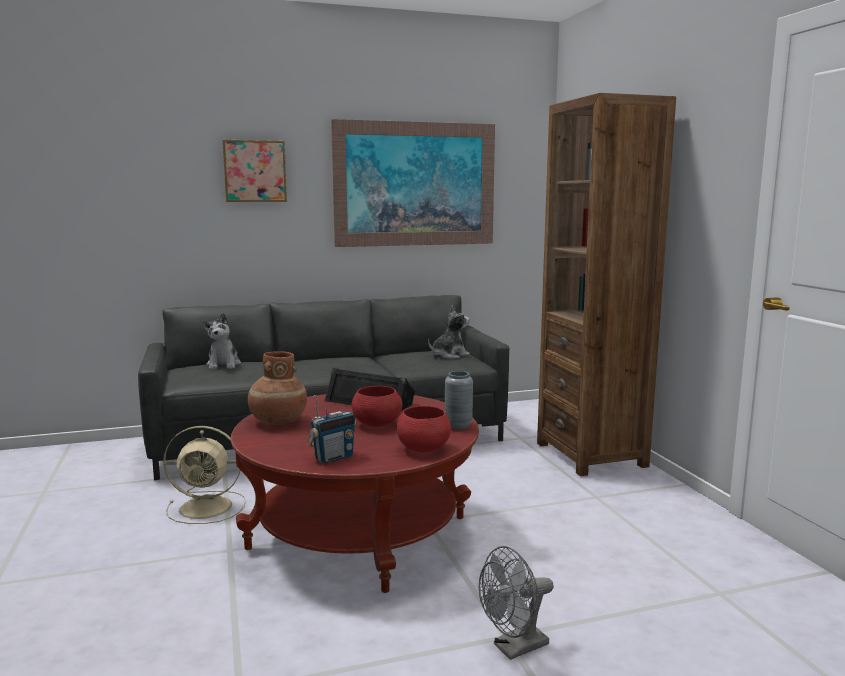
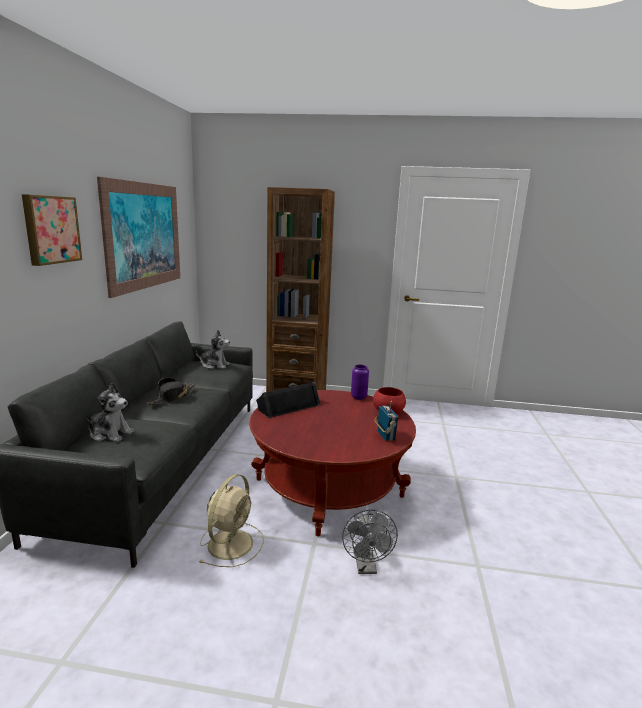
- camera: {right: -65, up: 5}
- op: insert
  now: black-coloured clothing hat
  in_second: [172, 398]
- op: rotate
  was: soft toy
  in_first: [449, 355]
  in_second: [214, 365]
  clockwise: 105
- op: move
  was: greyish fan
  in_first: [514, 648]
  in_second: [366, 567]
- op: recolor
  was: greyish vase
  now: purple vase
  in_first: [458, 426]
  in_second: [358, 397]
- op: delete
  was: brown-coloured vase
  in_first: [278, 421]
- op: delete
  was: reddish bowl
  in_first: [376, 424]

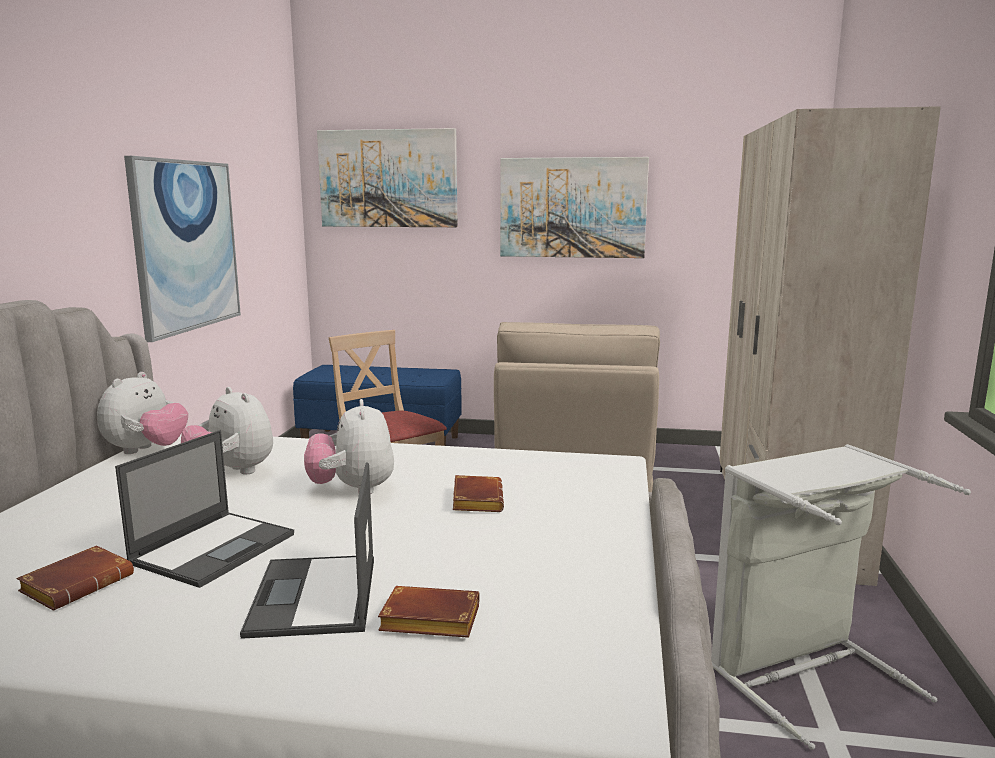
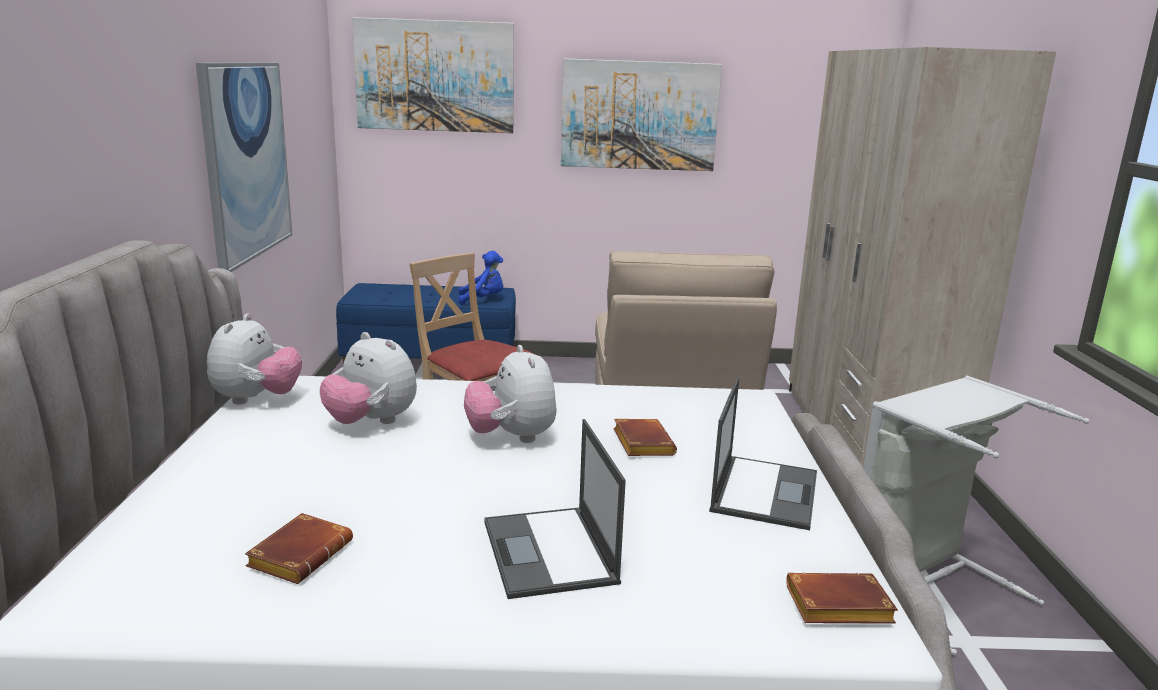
- camera: {right: -10, up: 5}
- op: insert
  now: blue-coloured soft toy
  in_second: [483, 300]
- op: move
  was: laptop
  in_first: [214, 548]
  in_second: [764, 491]
- op: move
  was: brown-coloured volume
  in_first: [427, 621]
  in_second: [836, 608]

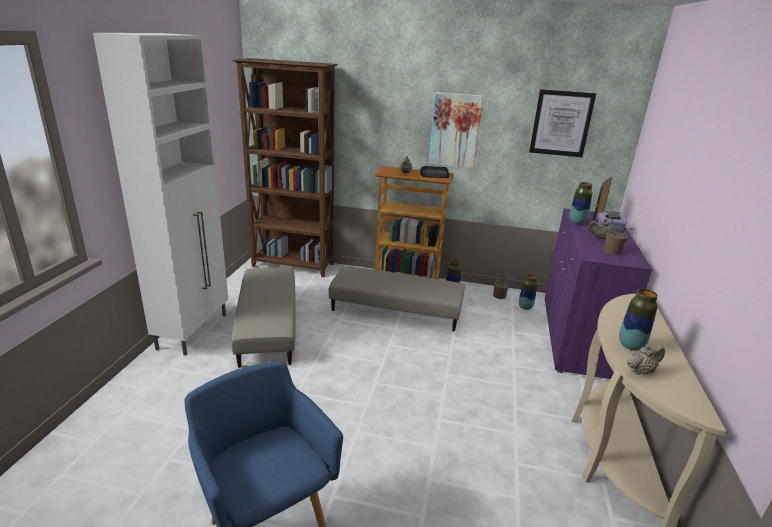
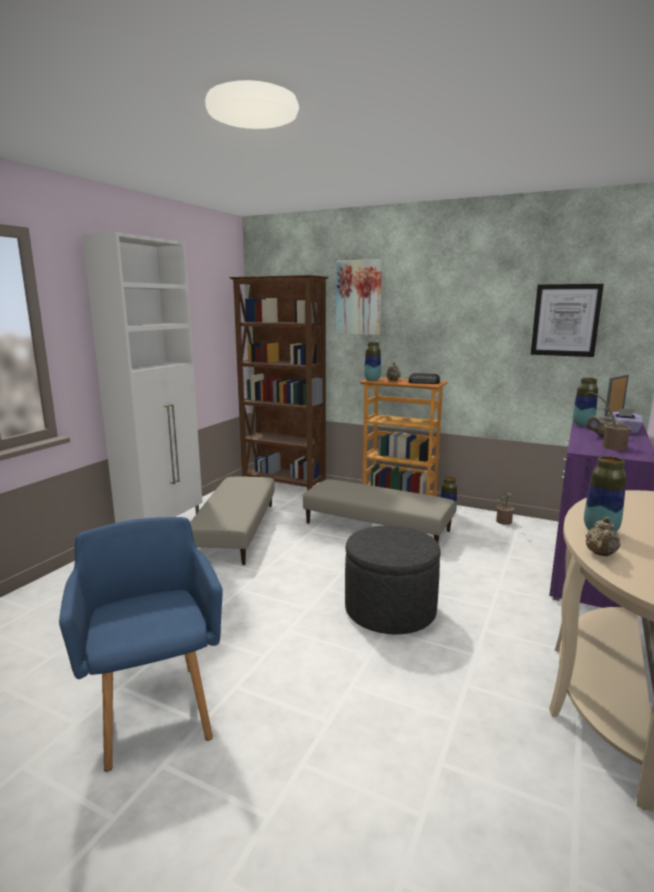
- camera: {right: 15, up: -10}
- op: move
  was: wall art
  in_first: [455, 130]
  in_second: [359, 298]
- op: insert
  now: greyish pouffe
  in_second: [390, 610]
- op: move
  was: vase
  in_first: [525, 307]
  in_second: [372, 380]
- op: rotate
  was: beige-coloured teapot
  in_first: [641, 371]
  in_second: [600, 554]
  clockwise: 120

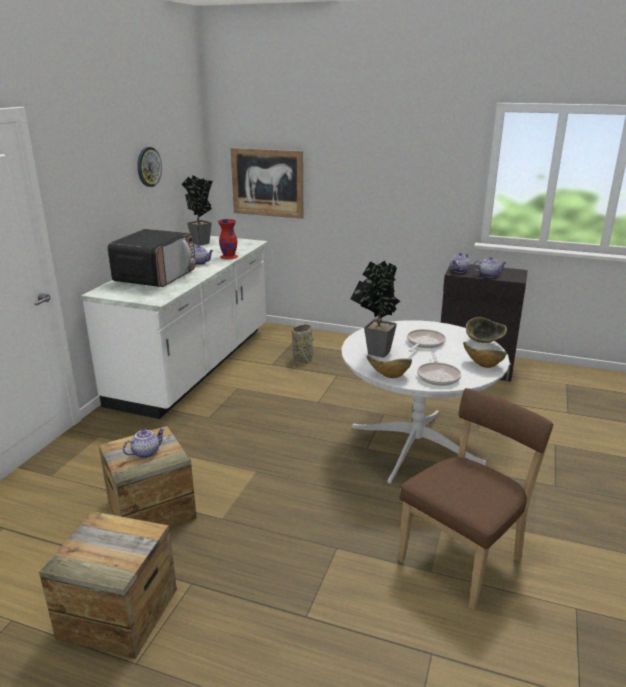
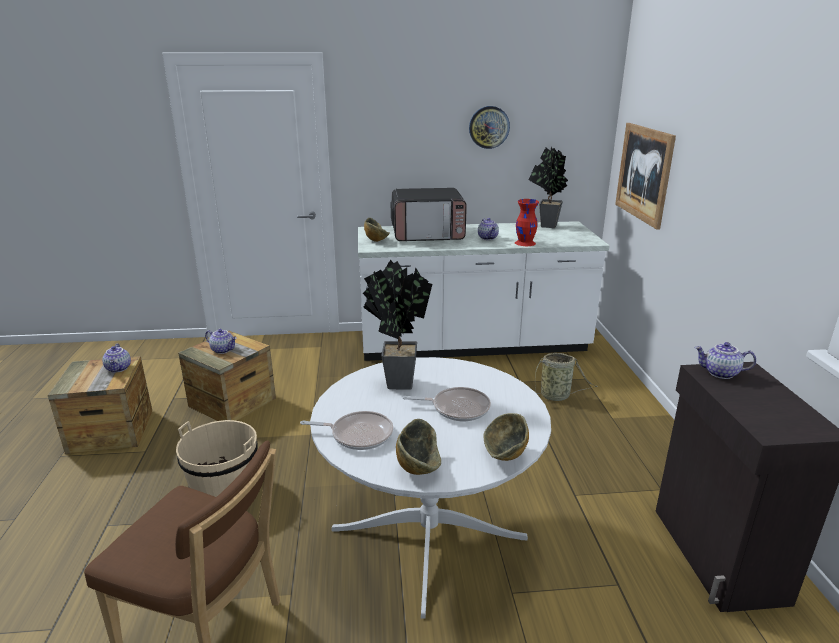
- camera: {right: 65, up: 0}
- op: move
  was: teapot
  in_first: [488, 275]
  in_second: [119, 368]
- op: insert
  now: beige-coloured bucket
  in_second: [224, 488]
- op: rotate
  was: skillet
  in_first: [438, 376]
  in_second: [358, 434]
  clockwise: -150
- op: move
  was: bowl
  in_first: [388, 376]
  in_second: [376, 240]

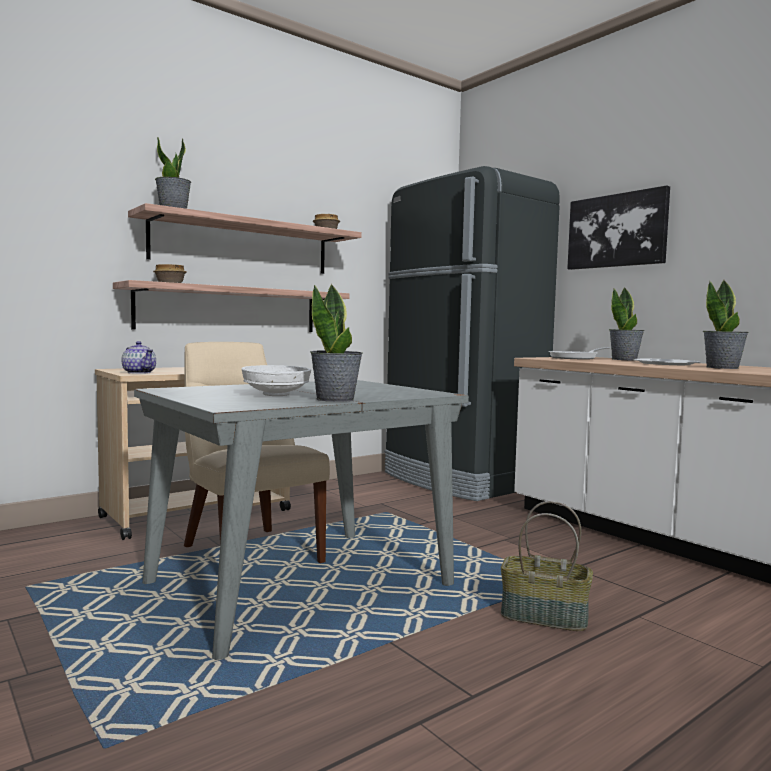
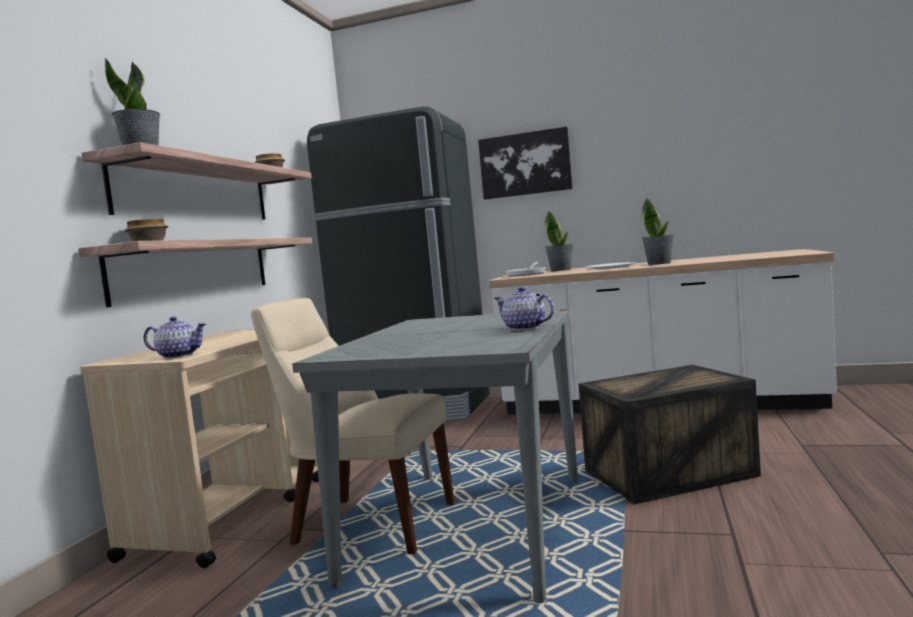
- camera: {right: -35, up: 0}
- op: replace
  was: potted plant
  now: teapot
  in_first: [336, 399]
  in_second: [525, 328]
- op: replace
  was: storage basket
  now: shipping crate
  in_first: [543, 616]
  in_second: [667, 474]
- op: delete
  was: white bowl
  in_first: [275, 394]

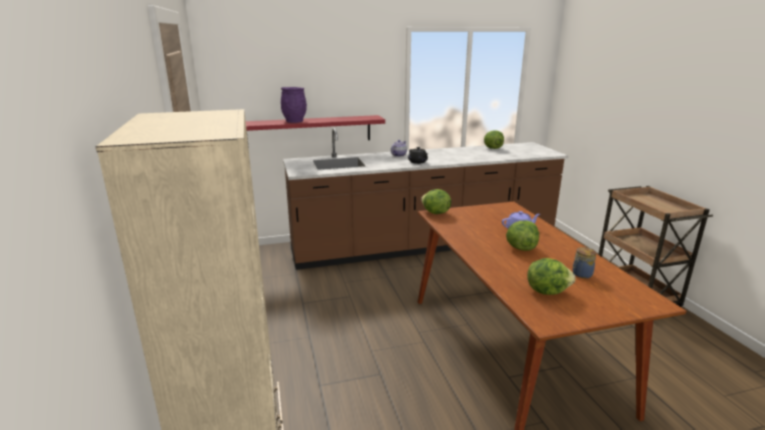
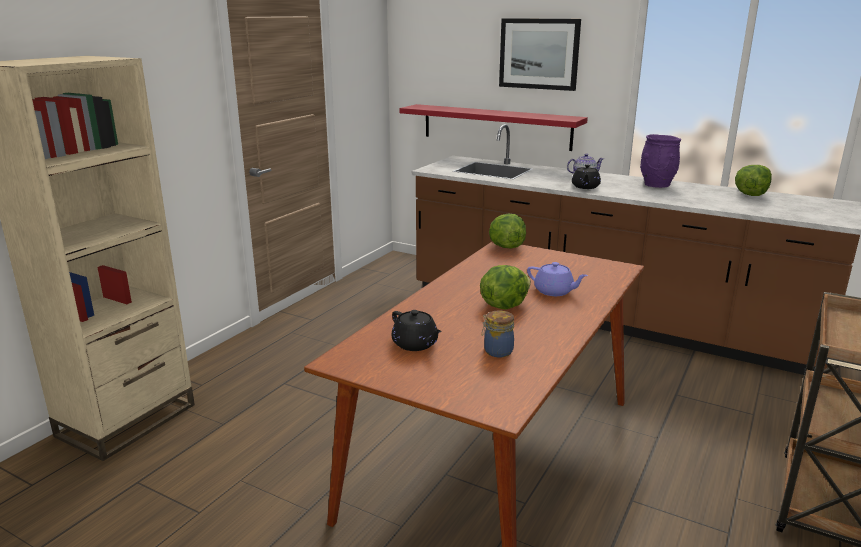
- camera: {right: 45, up: 0}
- op: replace
  was: head of lettuce
  now: black-coloured teapot
  in_first: [546, 291]
  in_second: [415, 344]
- op: insert
  now: wall art
  in_second: [539, 54]
- op: move
  was: purple vase
  in_first: [294, 121]
  in_second: [657, 185]

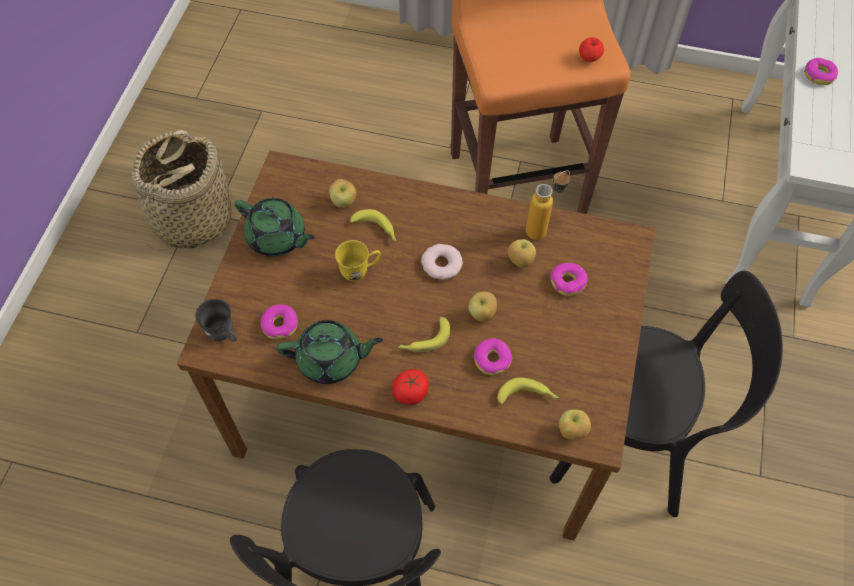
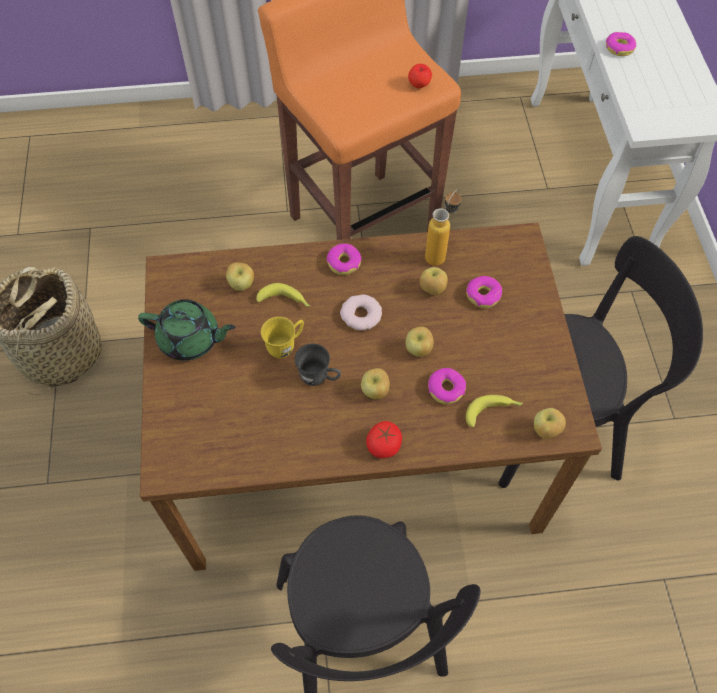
- camera: {right: -20, up: 0}
- op: move
  was: greyish coffee mug
  in_first: [224, 335]
  in_second: [319, 378]
- op: move
  was: ring doughnut
  in_first: [280, 325]
  in_second: [344, 262]
- op: replace
  was: banana
  now: apple
  in_first: [424, 340]
  in_second: [375, 391]
- op: delete
  was: greenish teapot
  in_first: [331, 360]

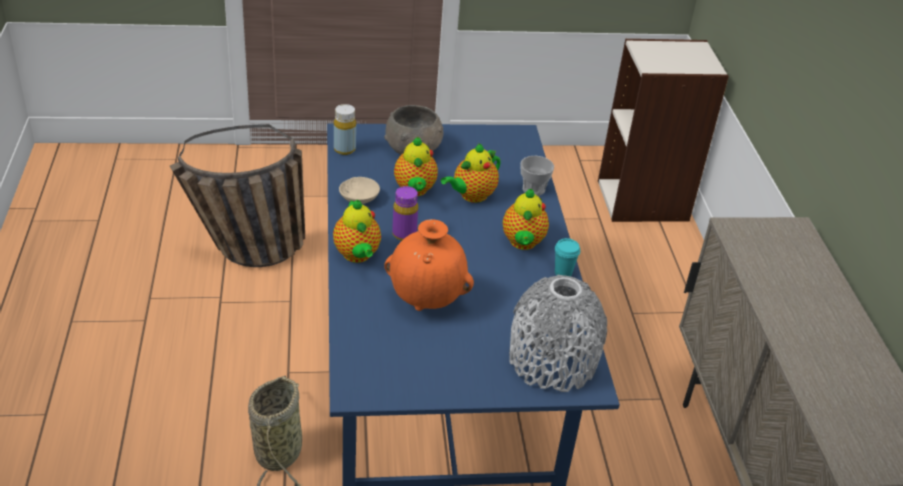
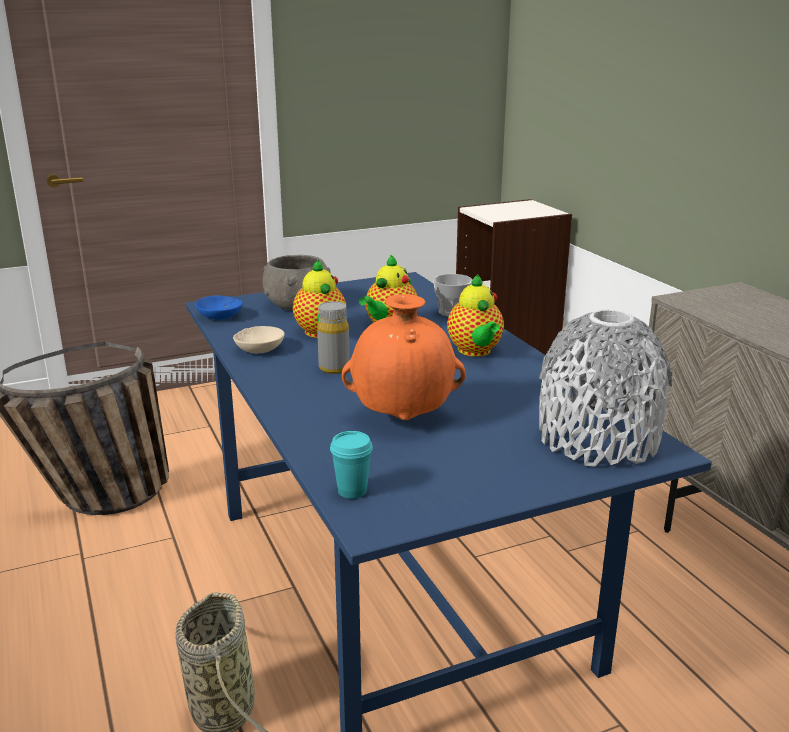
- camera: {right: -15, up: -15}
- op: replace
  was: yellow drink bottle
  now: blue-coloured bowl
  in_first: [344, 149]
  in_second: [218, 317]
- op: recolor
  was: purple drink bottle
  now: greyish drink bottle
  in_first: [404, 234]
  in_second: [334, 368]
- op: move
  was: turquoise-coloured cup
  in_first: [563, 273]
  in_second: [352, 491]
- op: delete
  was: teapot
  in_first: [357, 256]

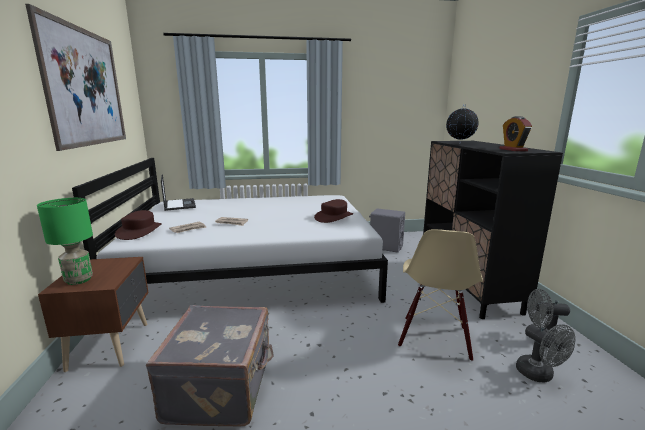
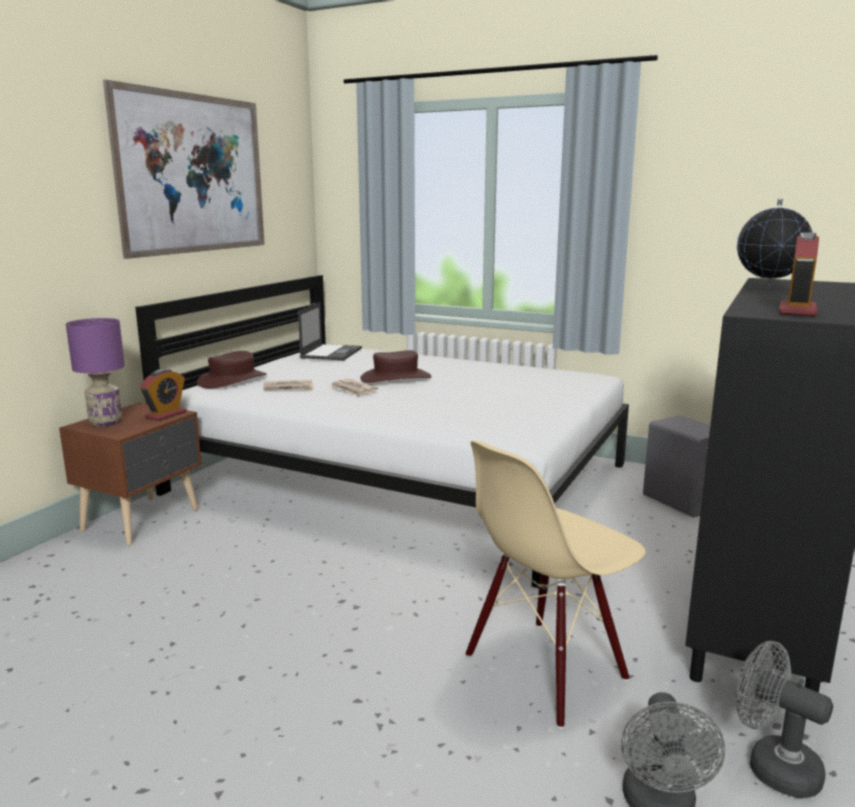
- camera: {right: 35, up: 0}
- op: recolor
  was: greenish table lamp
  now: purple table lamp
  in_first: [79, 280]
  in_second: [106, 422]
- op: insert
  now: bedside clock
  in_second: [166, 415]
- op: move
  was: brown-coloured clothing hat
  in_first: [334, 217]
  in_second: [396, 378]
- op: delete
  was: greyish travel case
  in_first: [222, 387]

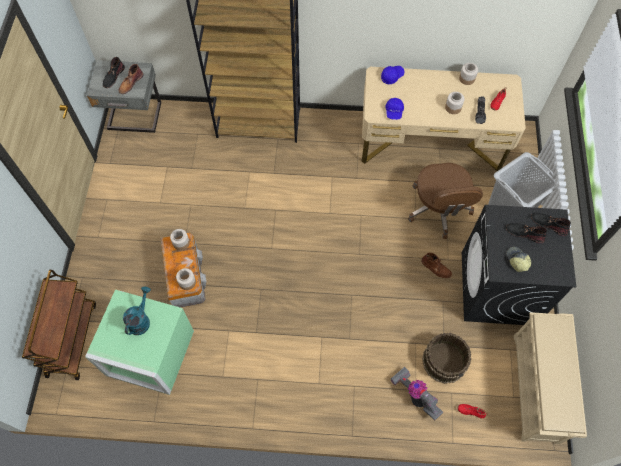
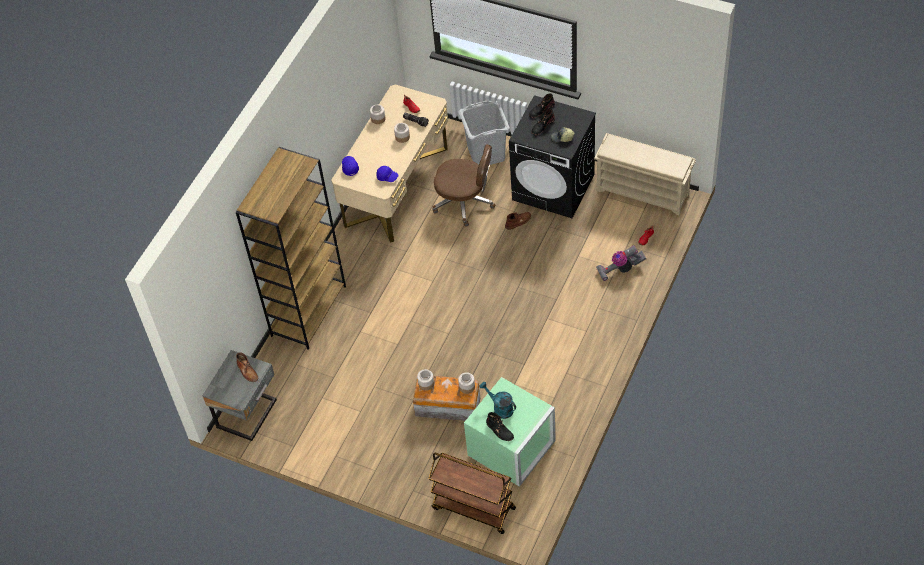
- camera: {right: -65, up: -10}
- op: move
  was: black-coloured tall boot
  in_first: [113, 77]
  in_second: [499, 430]
- op: delete
  was: brown-coloured bucket
  in_first: [444, 361]

